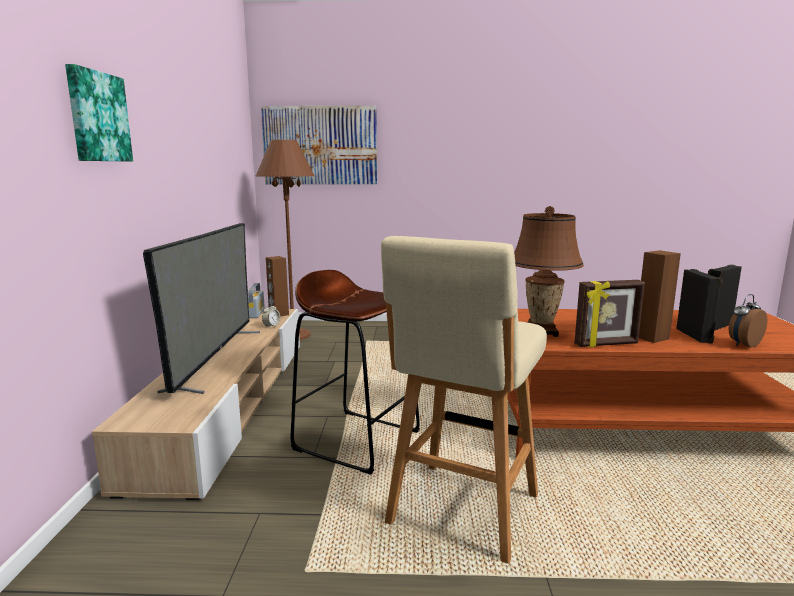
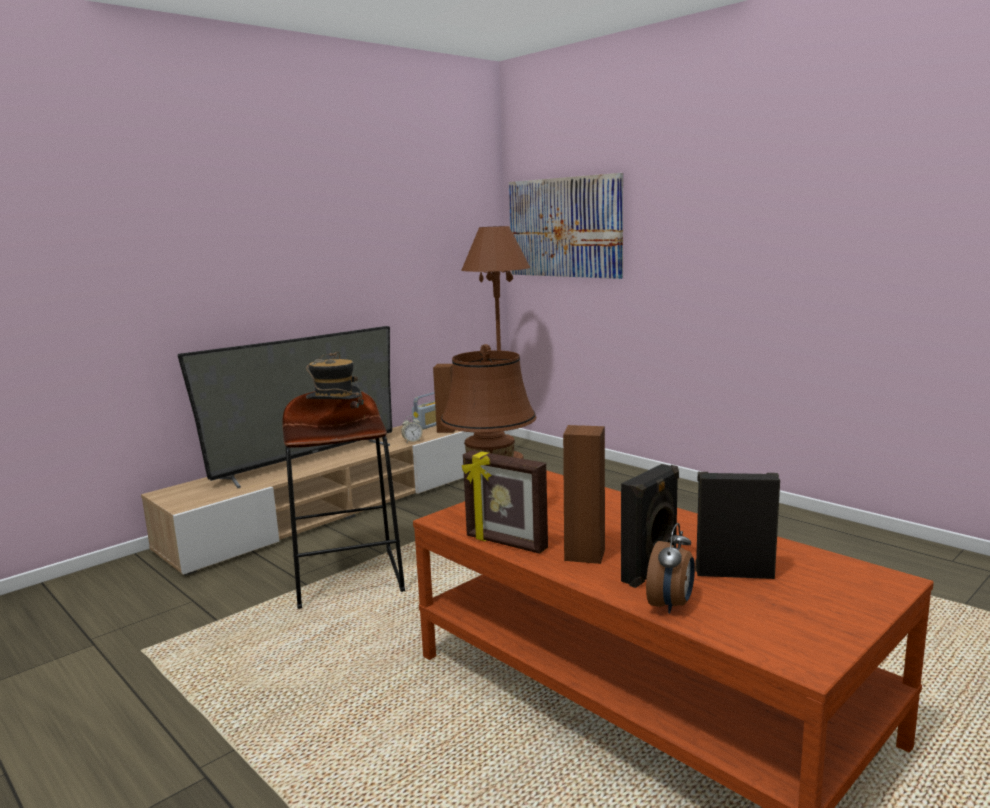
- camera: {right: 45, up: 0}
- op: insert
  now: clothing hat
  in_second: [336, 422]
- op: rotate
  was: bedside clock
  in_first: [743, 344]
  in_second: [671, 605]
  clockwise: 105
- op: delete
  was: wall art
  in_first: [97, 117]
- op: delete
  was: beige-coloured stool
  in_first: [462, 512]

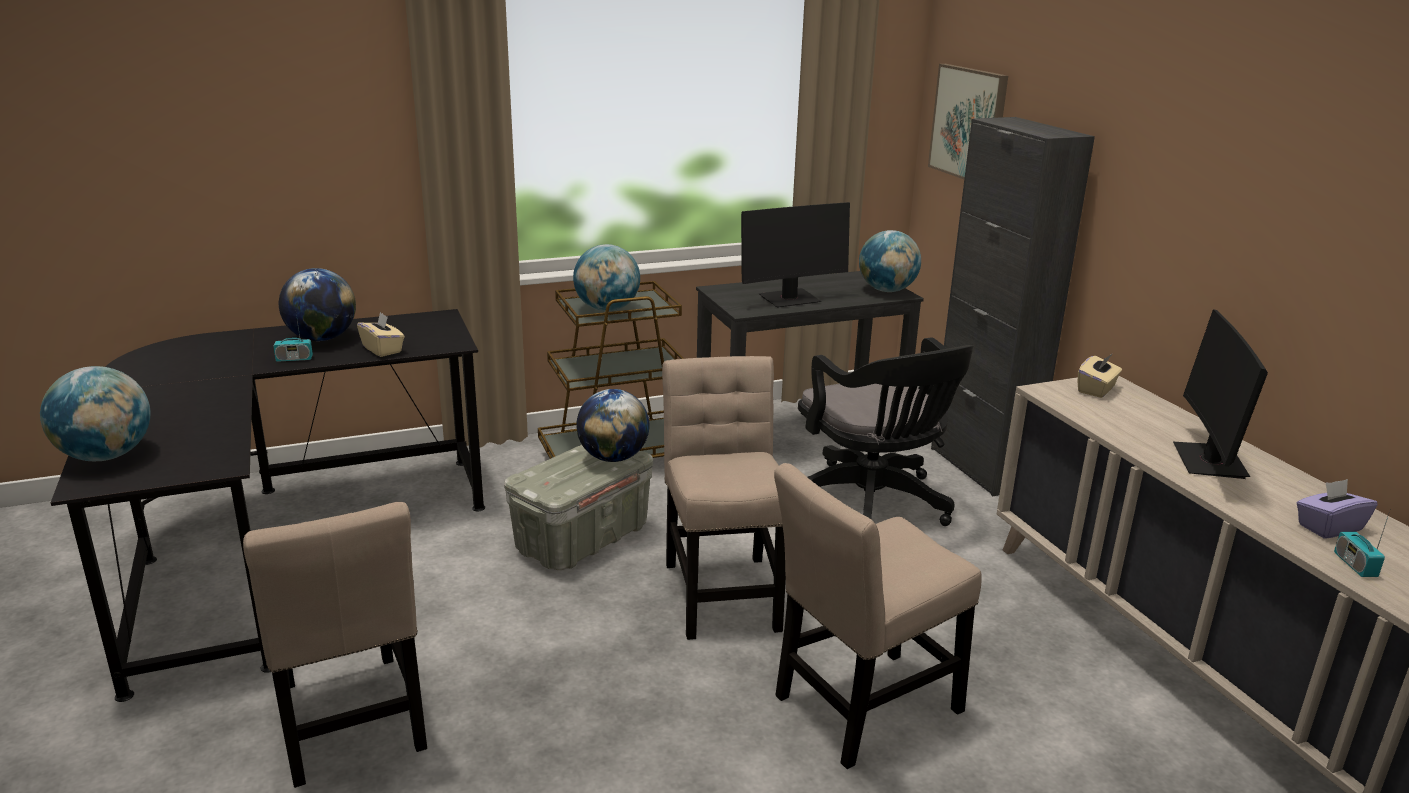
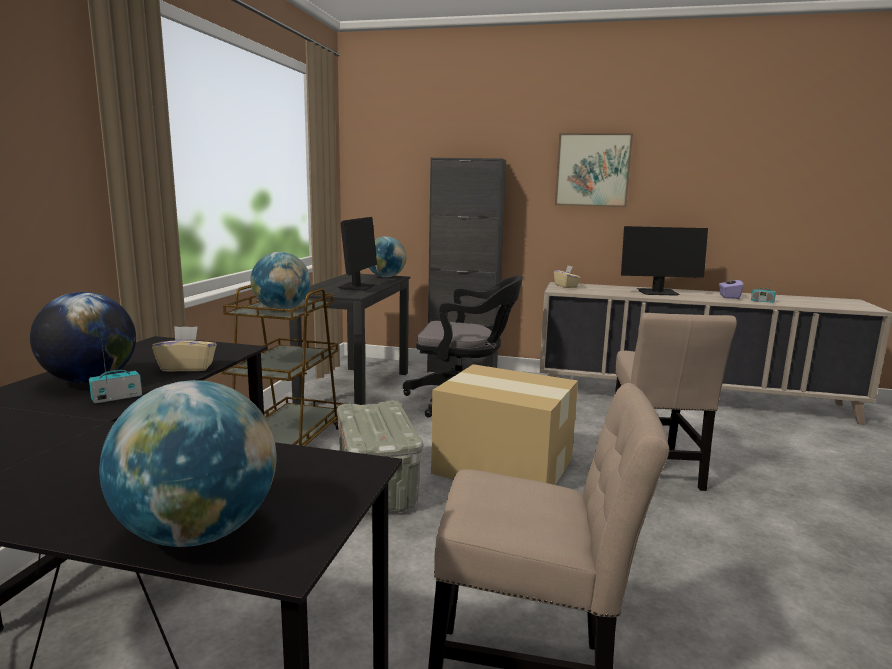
- camera: {right: -55, up: -10}
- op: rotate
  was: radio receiver
  in_first: [294, 359]
  in_second: [117, 398]
  clockwise: -150
- op: replace
  was: beige-coloured upright chair
  now: carton
  in_first: [722, 591]
  in_second: [502, 465]
- op: move
  was: wall art
  in_first: [968, 123]
  in_second: [592, 170]
- op: rotate
  was: monitor
  in_first: [1209, 461]
  in_second: [657, 293]
  clockwise: -45
- op: delete
  was: desk globe
  in_first: [613, 458]

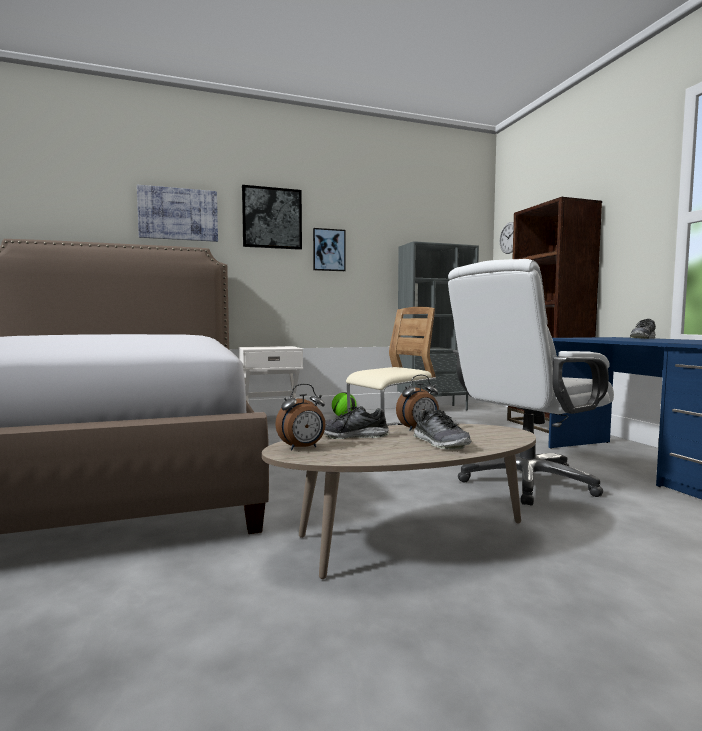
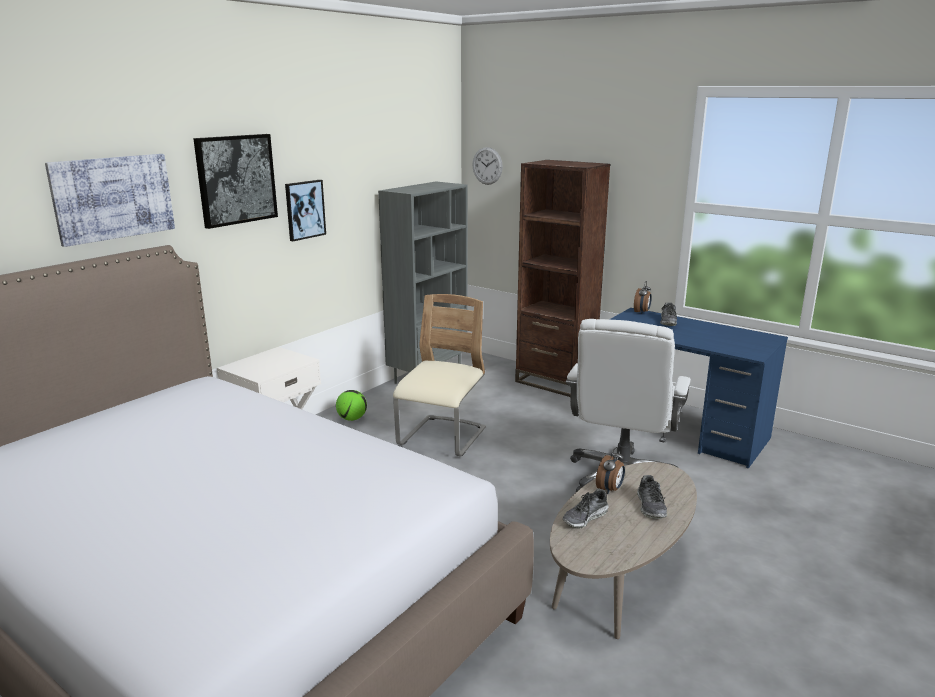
- camera: {right: -35, up: 15}
- op: move
  was: bedside clock
  in_first: [303, 448]
  in_second: [642, 312]
- op: rotate
  was: low shoe
  in_first: [440, 443]
  in_second: [651, 506]
  clockwise: 60

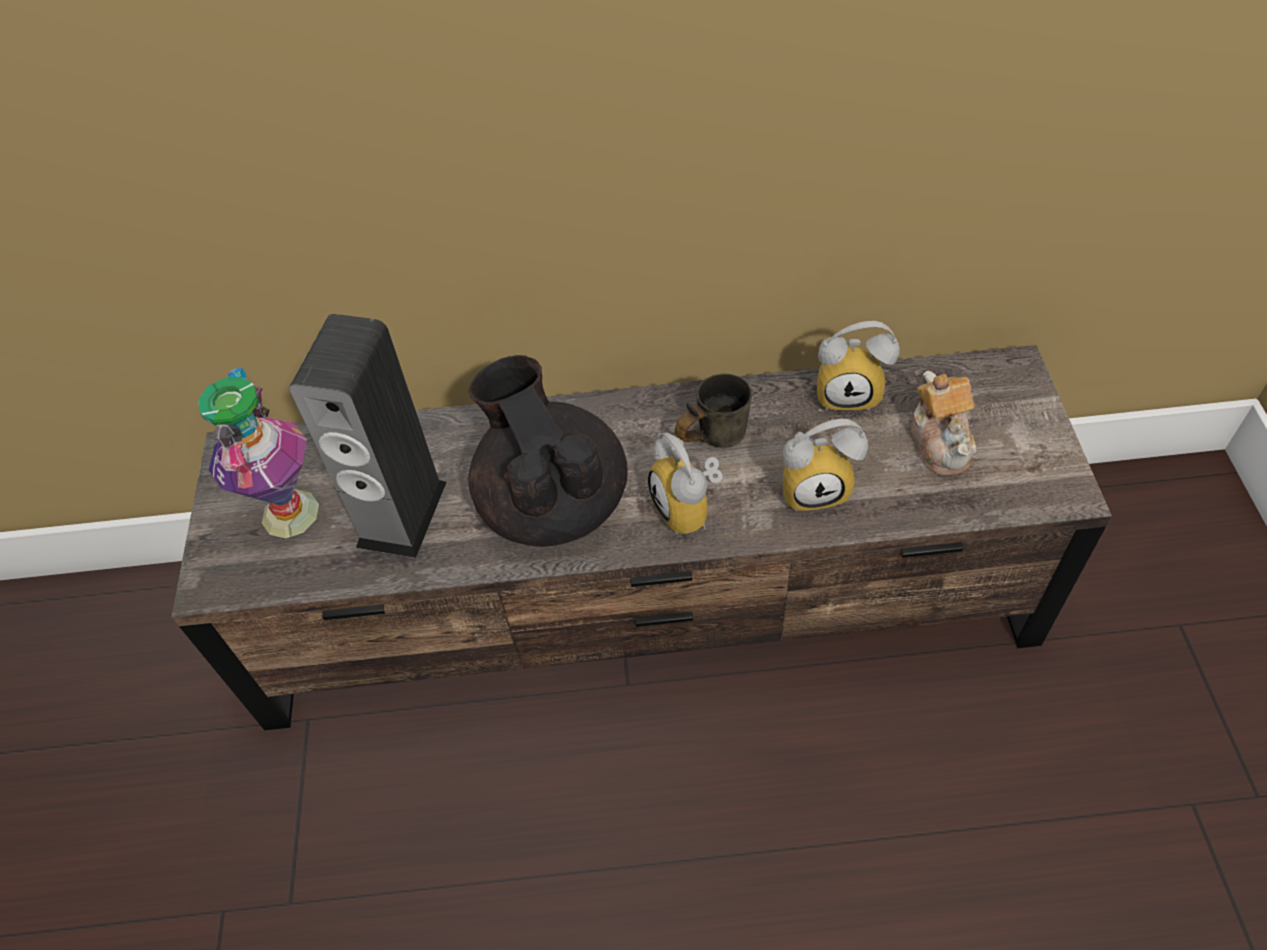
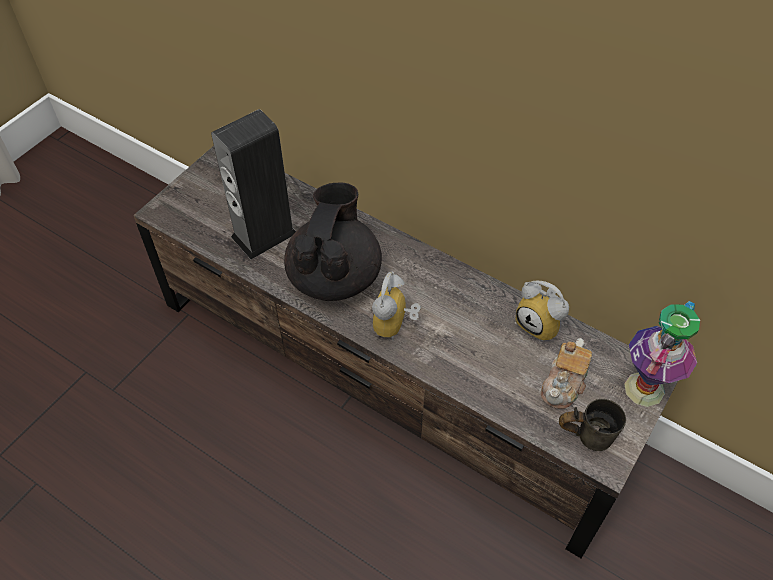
- camera: {right: 35, up: 0}
- op: move
  was: greyish coffee mug
  in_first: [710, 434]
  in_second: [586, 432]
- op: move
  was: vase
  in_first: [289, 513]
  in_second: [643, 388]
- op: delete
  was: bedside clock
  in_first: [815, 487]

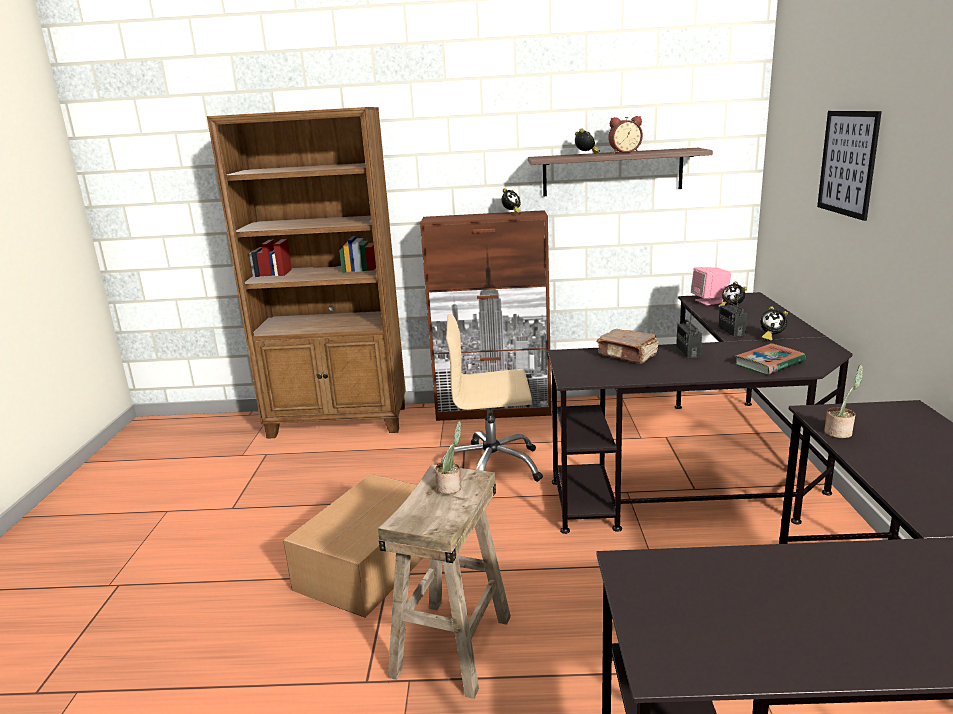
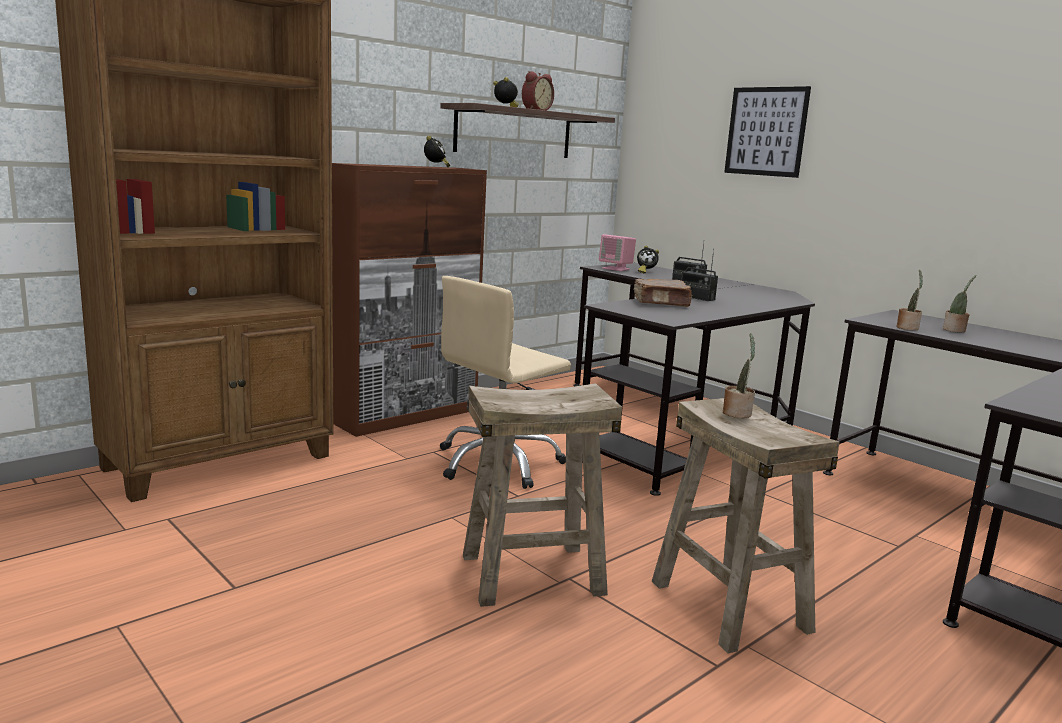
- camera: {right: -45, up: -5}
- op: replace
  was: carton
  now: beige-coloured stool
  in_first: [373, 561]
  in_second: [532, 574]
- op: insert
  now: potted plant
  in_second: [955, 330]
- op: delete
  was: volume
  in_first: [769, 363]
- op: delete
  was: bedside clock
  in_first: [771, 337]

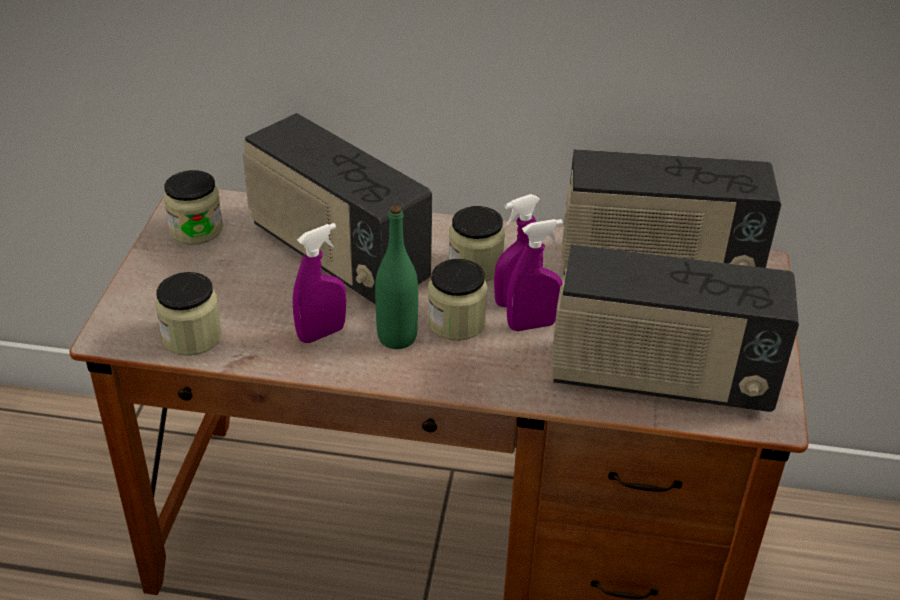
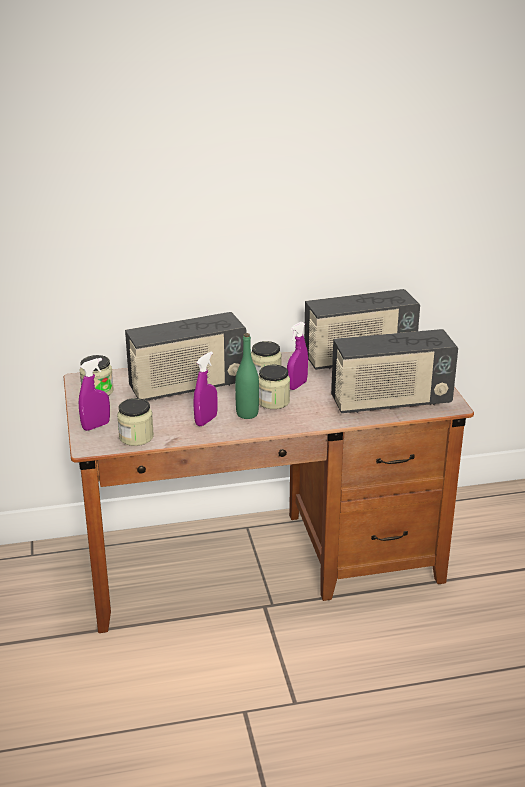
- camera: {right: -20, up: -10}
- op: move
  was: purple hand sprayer
  in_first: [532, 325]
  in_second: [96, 426]
- op: rotate
  was: radio receiver
  in_first: [337, 256]
  in_second: [187, 387]
  clockwise: -45

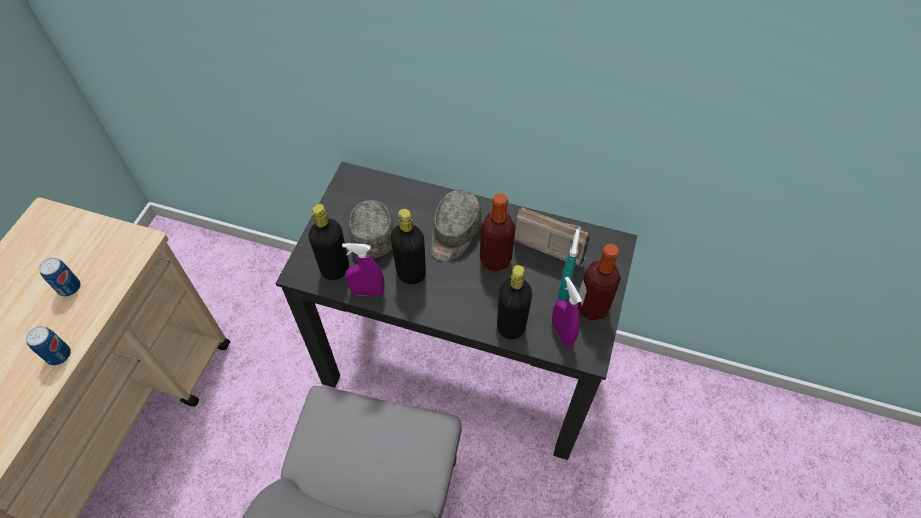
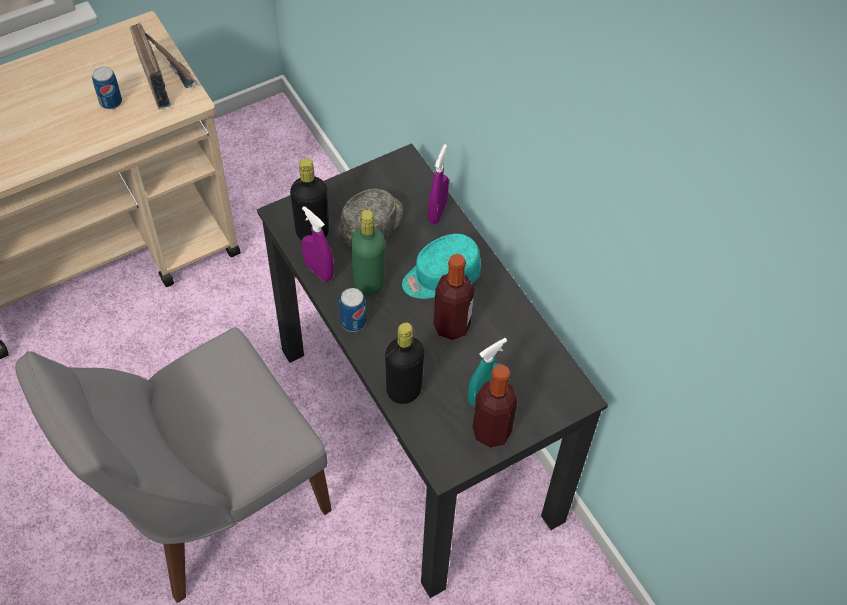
- camera: {right: 40, up: 0}
- op: move
  was: radio receiver
  in_first: [550, 241]
  in_second: [165, 78]
- op: move
  was: metal can
  in_first: [59, 355]
  in_second: [353, 322]
- op: recolor
  was: black-coloured drink bottle
  now: greenish drink bottle
  in_first: [411, 273]
  in_second: [369, 283]
- op: recolor
  was: greyish peaked cap
  now: turquoise-coloured peaked cap
  in_first: [454, 233]
  in_second: [440, 277]
- op: move
  was: purple hand sprayer
  in_first: [562, 333]
  in_second: [437, 212]

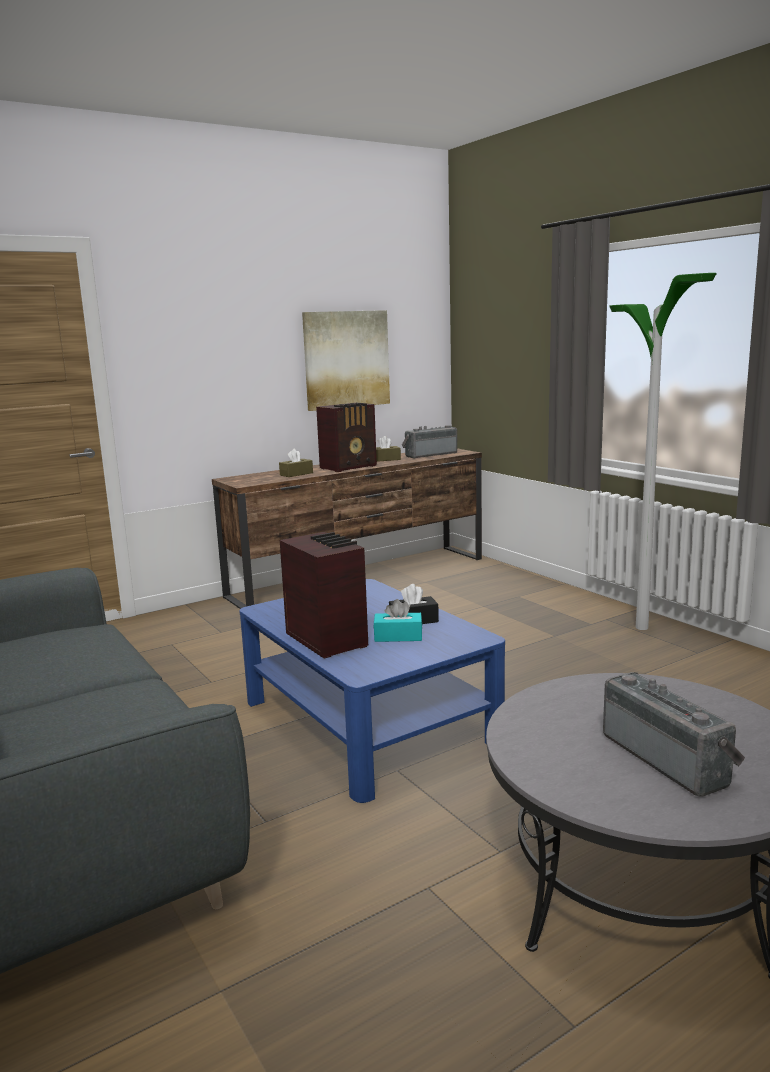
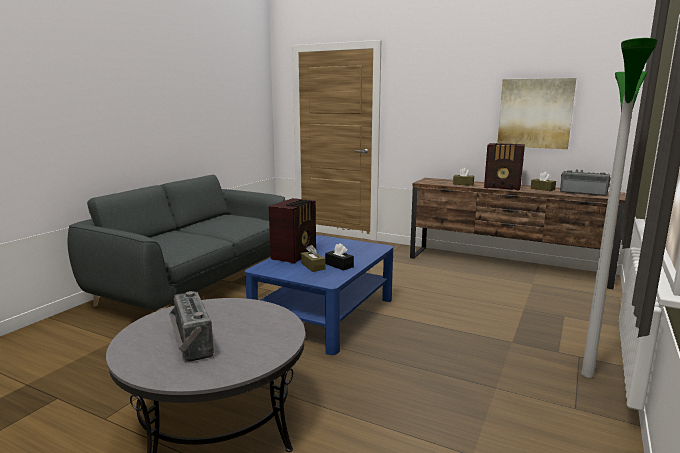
- camera: {right: 60, up: 0}
- op: rotate
  was: radio receiver
  in_first: [668, 758]
  in_second: [189, 343]
  clockwise: 120
- op: recolor
  was: turquoise-coloured tissue holder
  now: brown-coloured tissue holder
  in_first: [398, 636]
  in_second: [313, 266]

